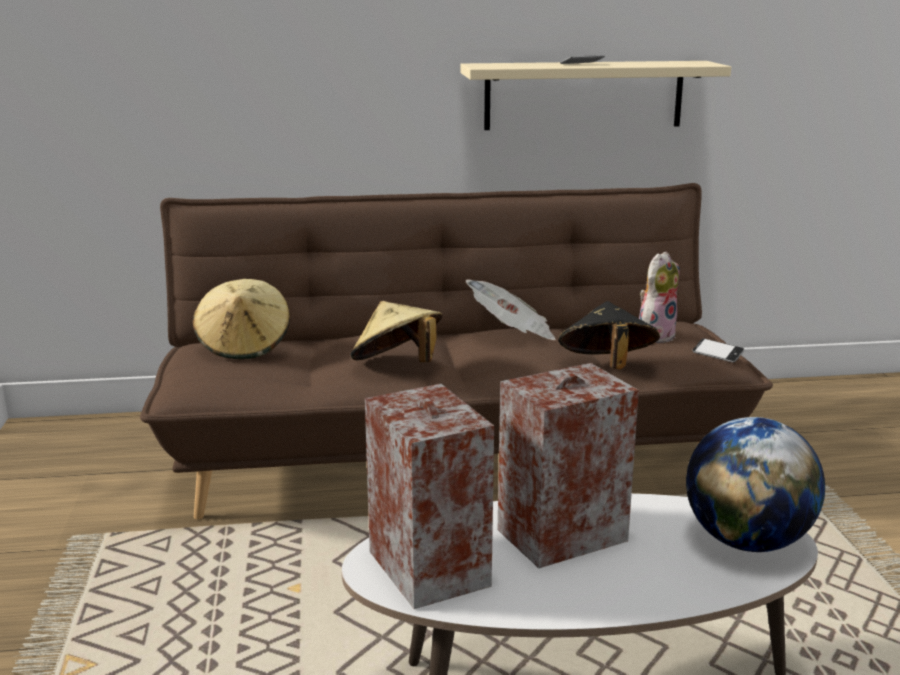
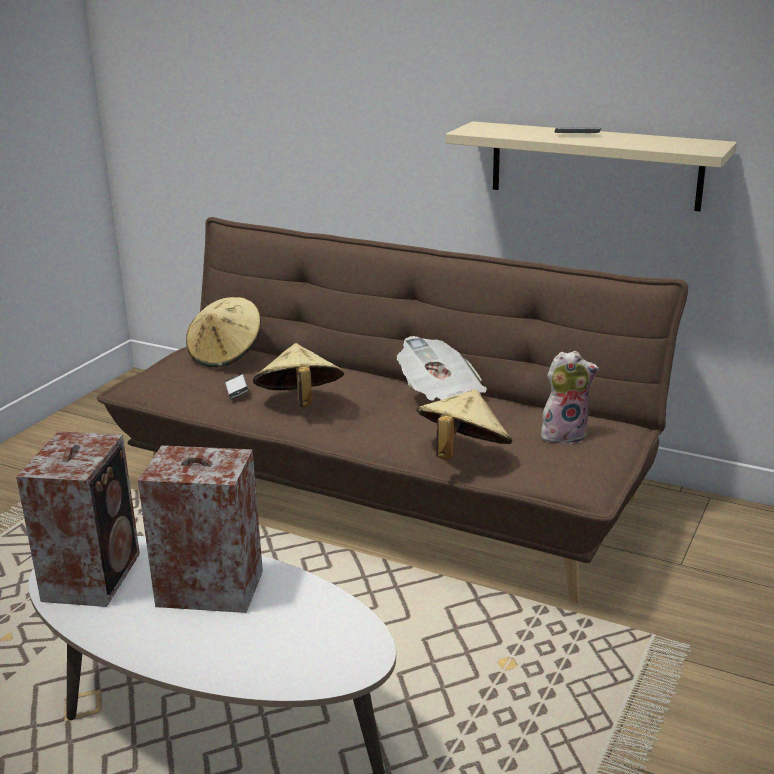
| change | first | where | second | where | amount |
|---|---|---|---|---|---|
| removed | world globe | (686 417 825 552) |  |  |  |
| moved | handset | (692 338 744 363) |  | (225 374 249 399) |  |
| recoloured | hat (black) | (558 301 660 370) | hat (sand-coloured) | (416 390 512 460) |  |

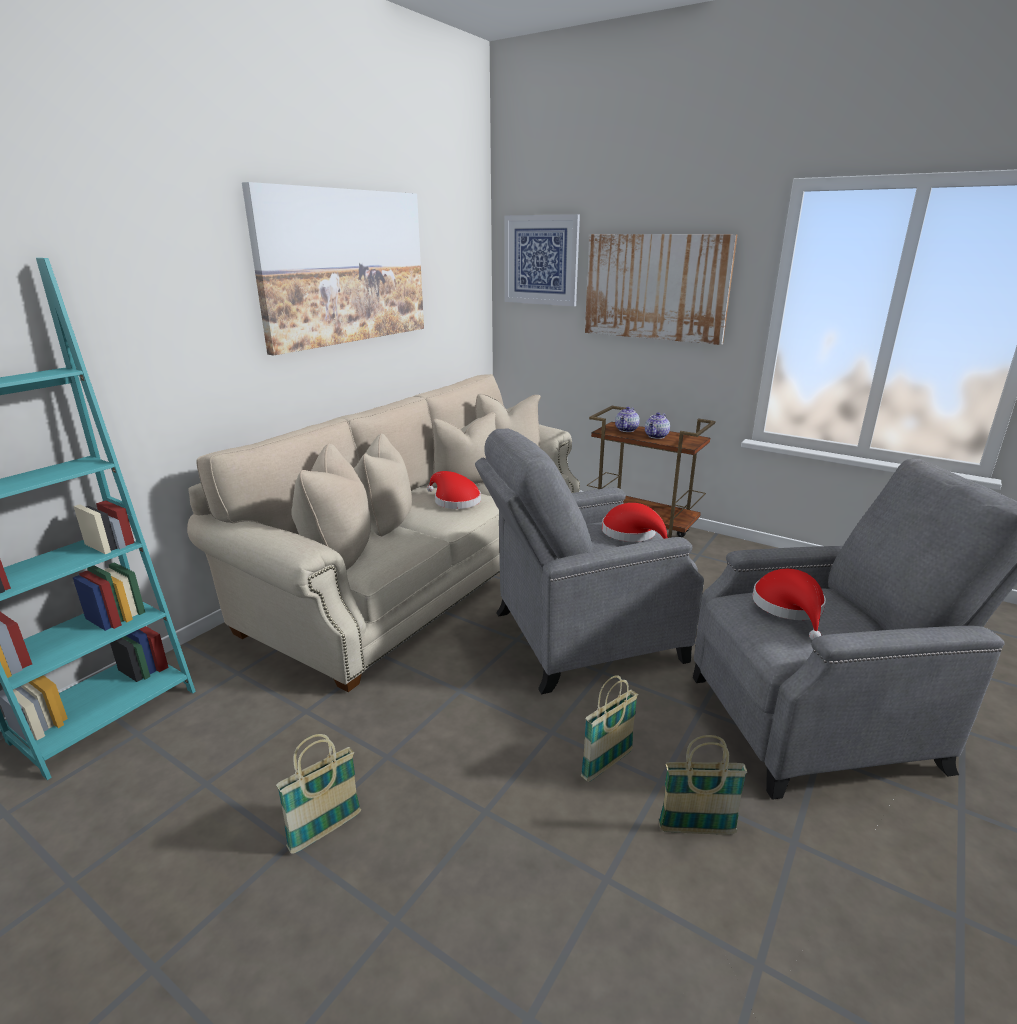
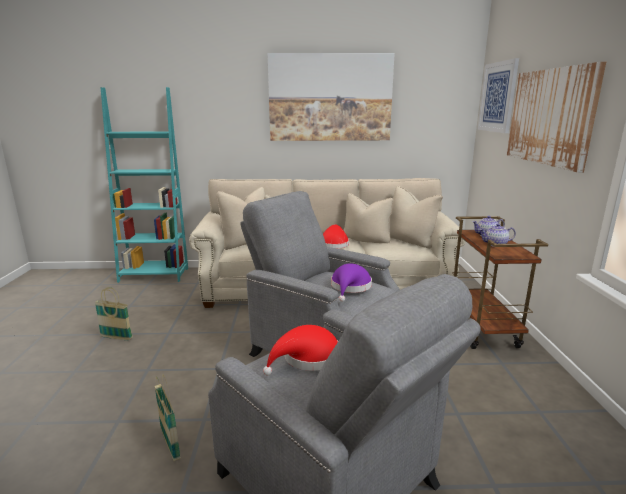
| change | first | where | second | where | amount |
|---|---|---|---|---|---|
| removed | storage basket | (581 675 638 782) |  |  |  |
| recoloured | hat (red-coloured) | (602 503 668 542) | hat (purple) | (331 263 372 302) |  |

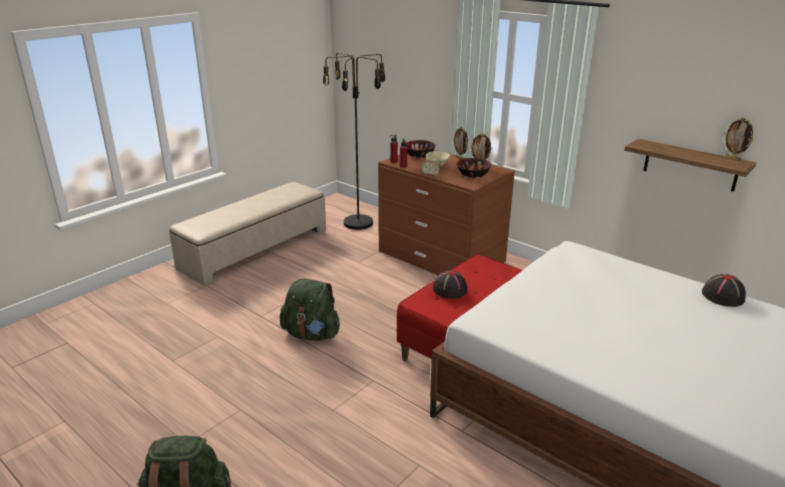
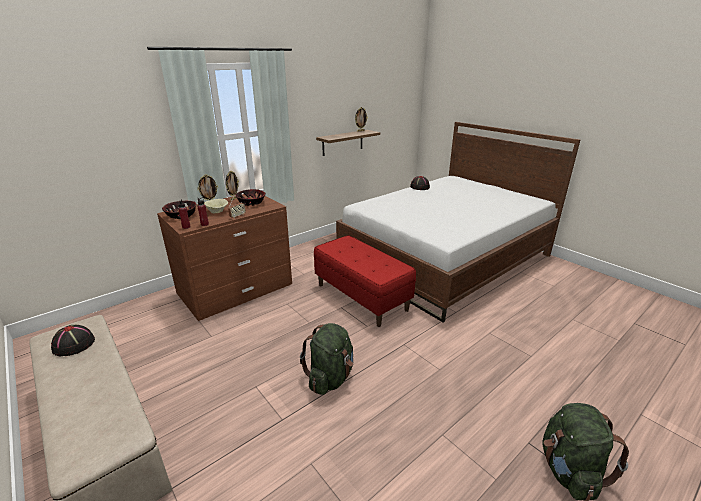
| change | first | where | second | where | amount |
|---|---|---|---|---|---|
| removed | standing lamp | (323 52 385 230) |  |  |  |
| moved | hat (black) | (433 270 468 299) |  | (51 325 95 356) |  |

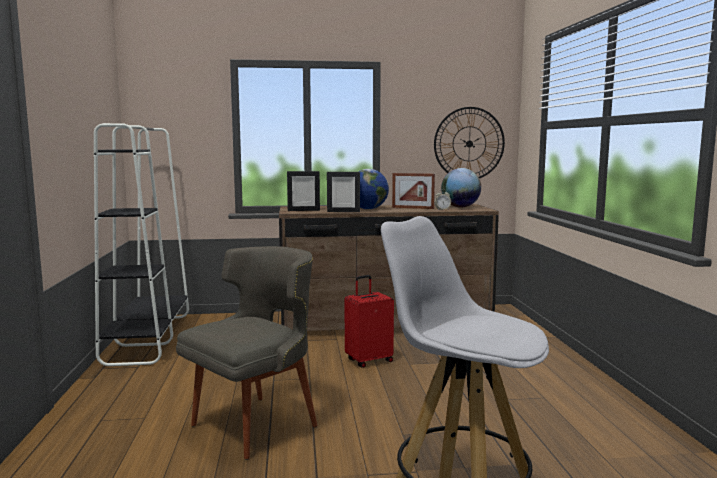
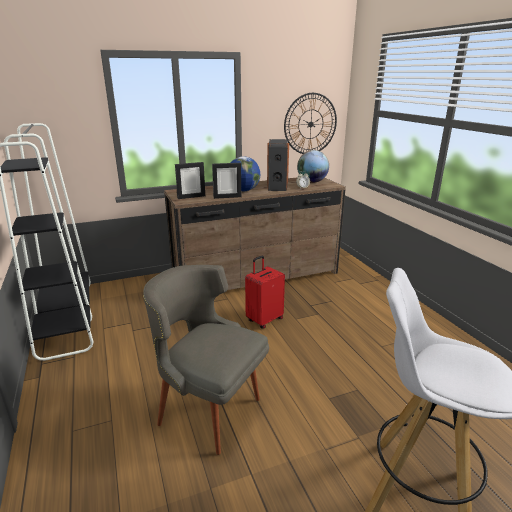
| change | first | where | second | where | amount |
|---|---|---|---|---|---|
| replaced | photo frame | (392 173 435 209) | loudspeaker | (267 139 289 191) |  |
| turned | chair (greyish) | (176 246 317 460) |  | (143 265 269 455) | 90 degrees counterclockwise |

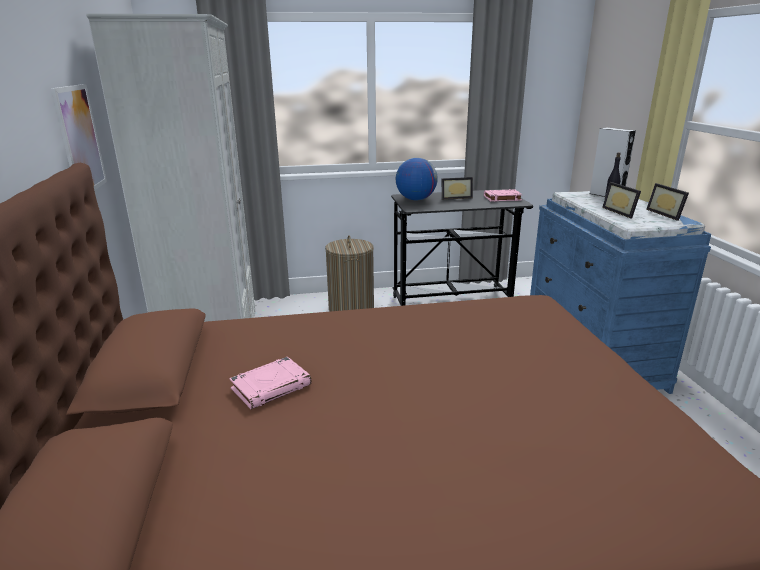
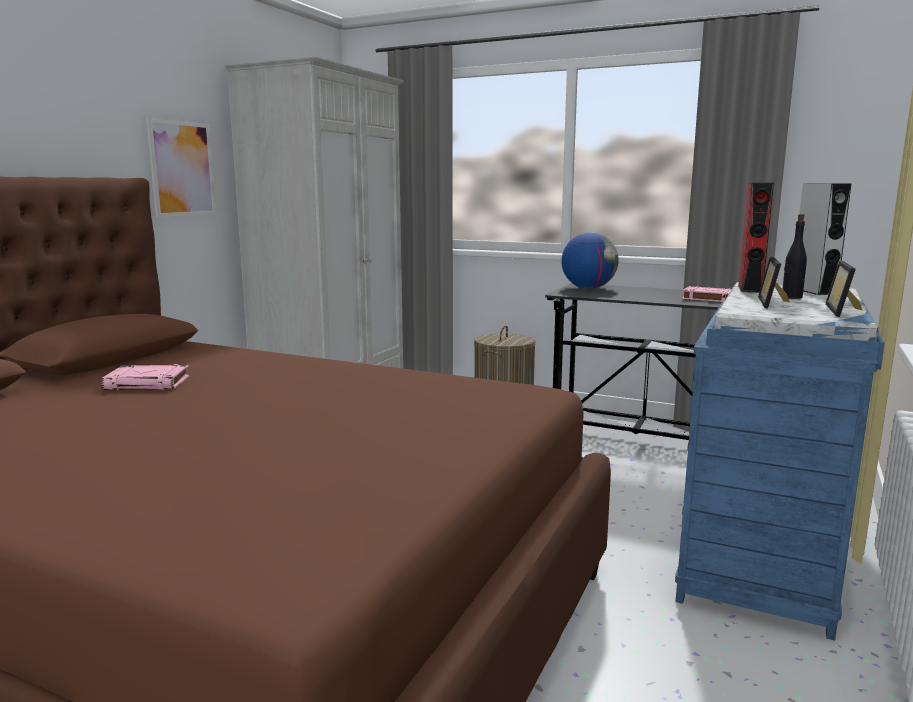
| change | first | where | second | where | amount |
|---|---|---|---|---|---|
| removed | photo frame | (442 177 473 200) |  |  |  |
| added |  |  | loudspeaker (red-coloured) | (738 183 774 293) |  |

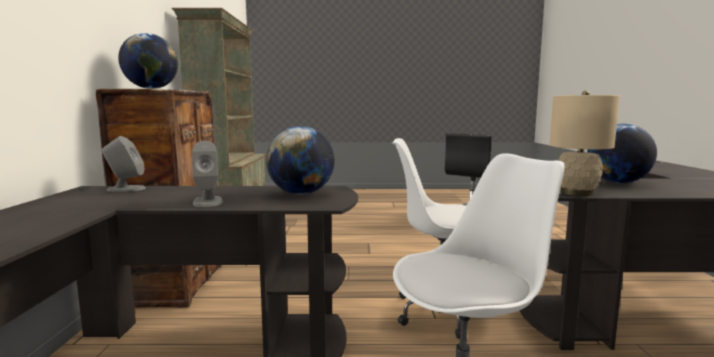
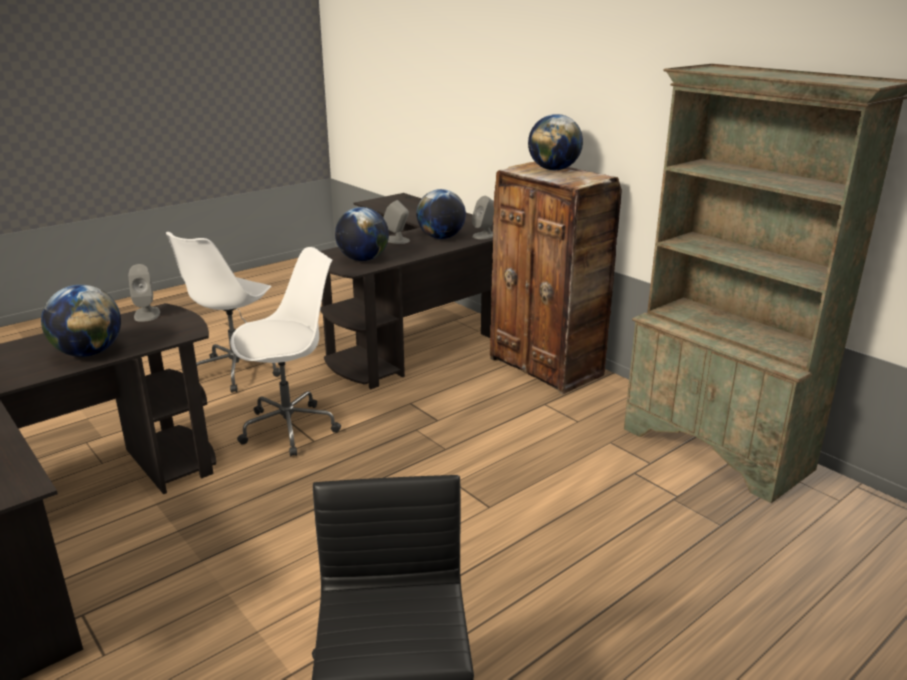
| change | first | where | second | where | amount |
|---|---|---|---|---|---|
| added |  |  | world globe | (417 189 466 239) |  |
| replaced | lamp for a table (sand-coloured) | (549 91 620 196) | loudspeaker (greyish) | (128 264 160 322) |  |

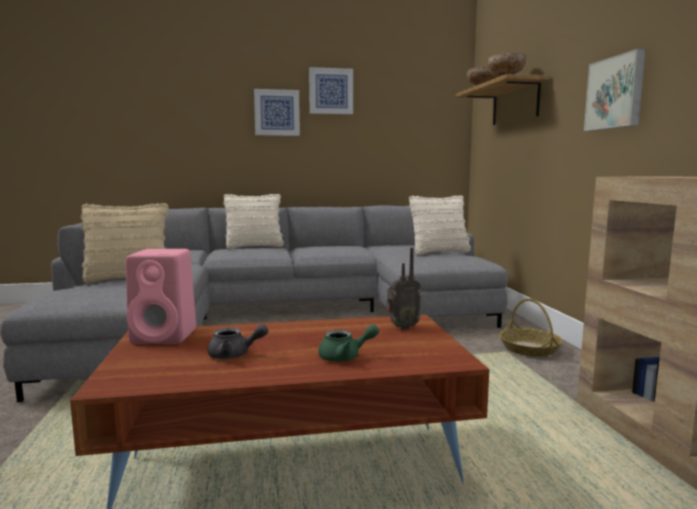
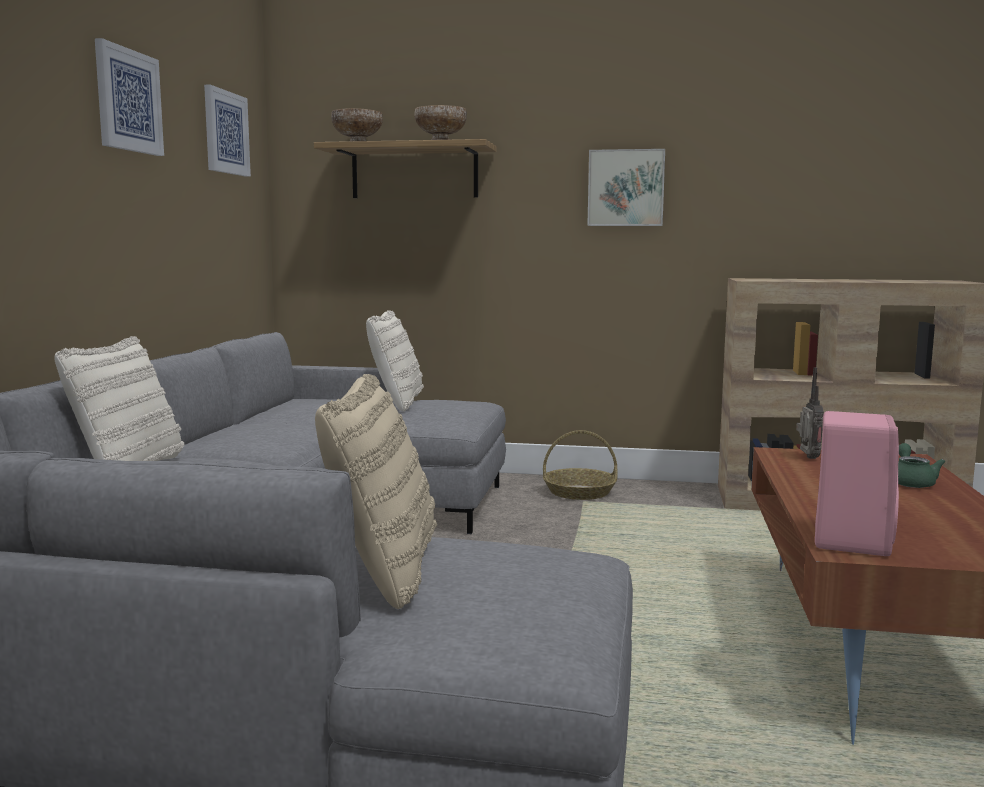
| change | first | where | second | where | amount |
|---|---|---|---|---|---|
| removed | teapot (greyish) | (207 324 268 359) |  |  |  |
| moved | wall picture | (254 89 300 136) |  | (204 84 251 176) |  |

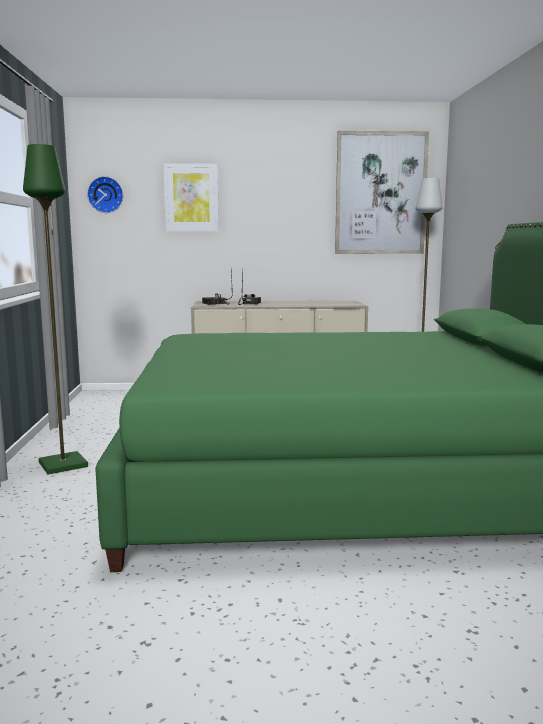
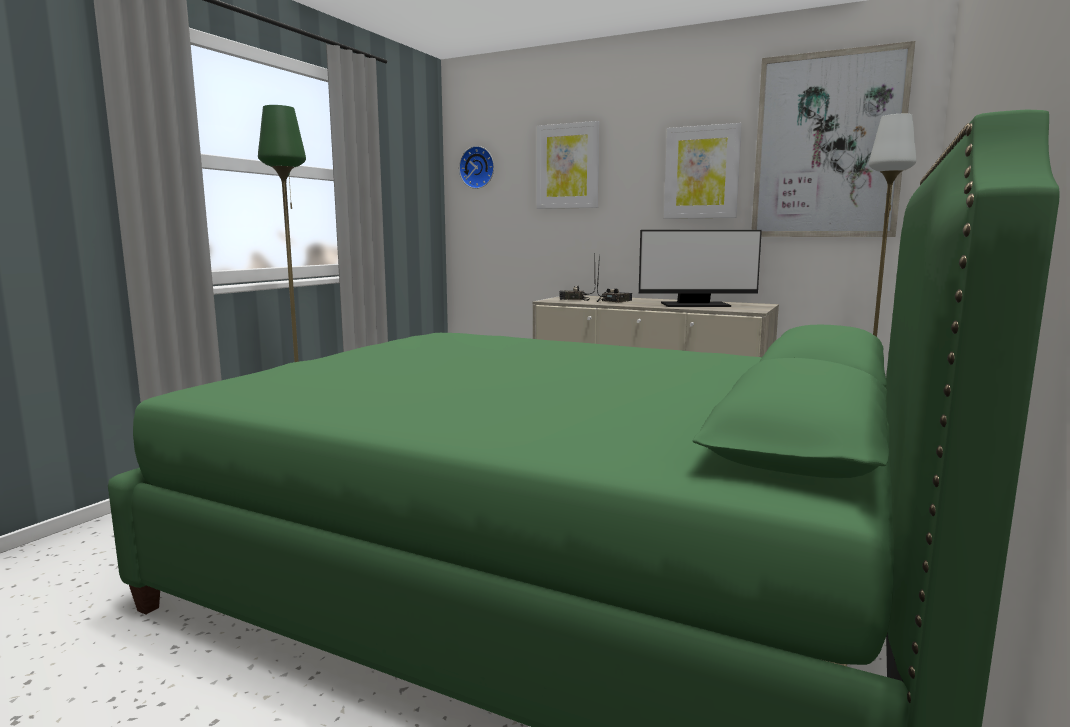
| change | first | where | second | where | amount |
|---|---|---|---|---|---|
| added |  |  | computer display | (639 230 762 307) |  |
| added |  |  | wall picture | (664 123 742 219) |  |

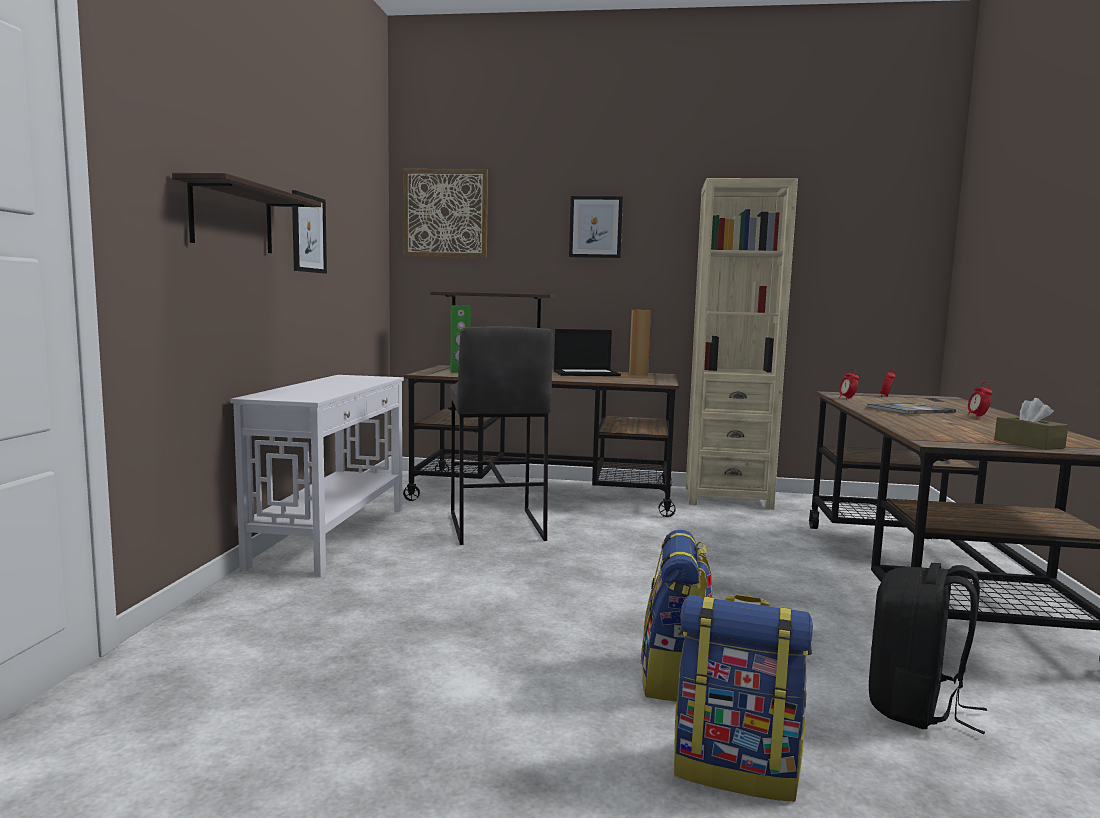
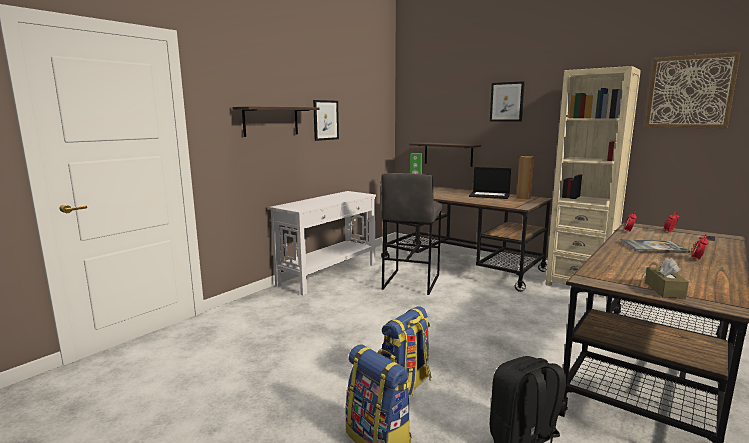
| change | first | where | second | where | amount |
|---|---|---|---|---|---|
| moved | wall picture | (403 167 488 258) |  | (645 52 741 128) |  |

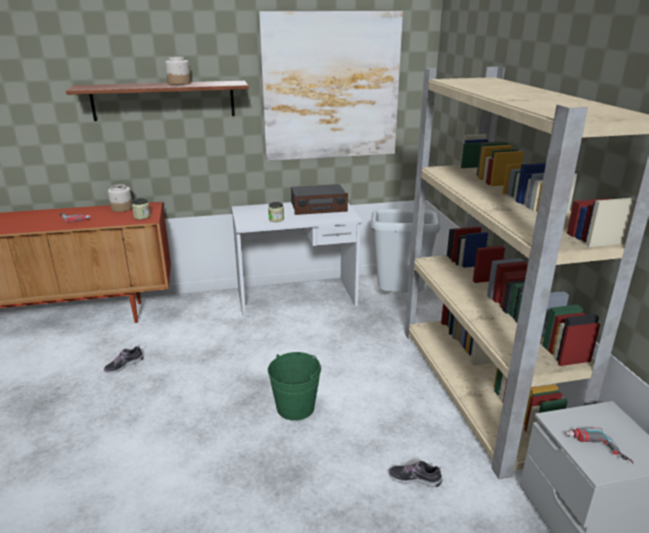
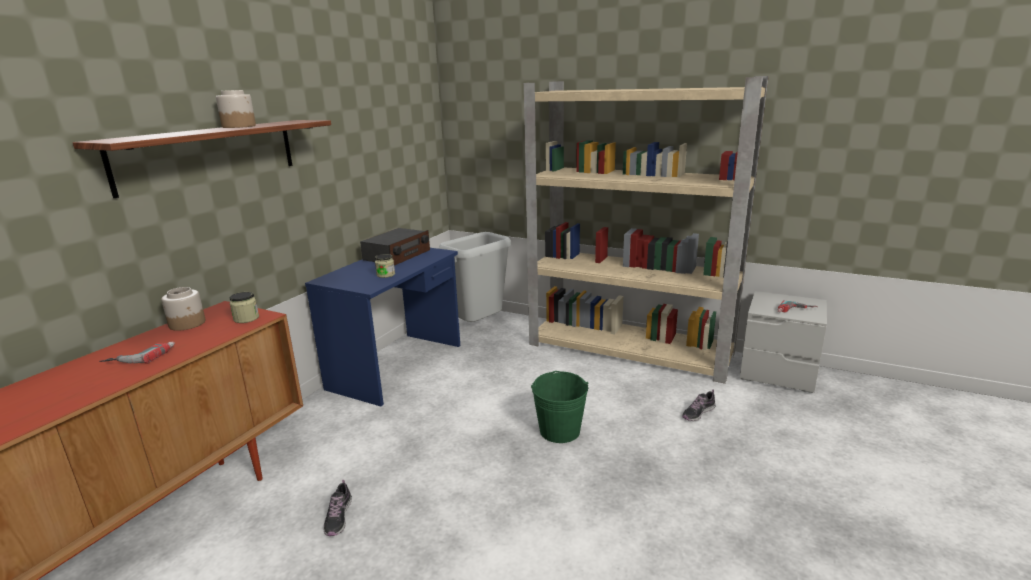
| change | first | where | second | where | amount |
|---|---|---|---|---|---|
| removed | wall picture | (259 11 403 161) |  |  |  |
| recoloured | desk table (whitish) | (232 202 362 319) | desk table (blue) | (305 248 460 406) |  |

